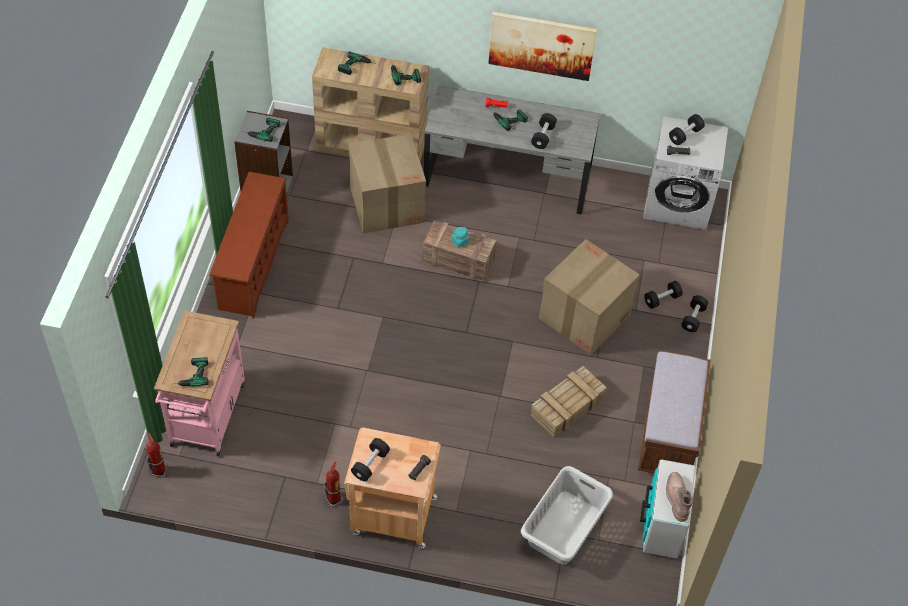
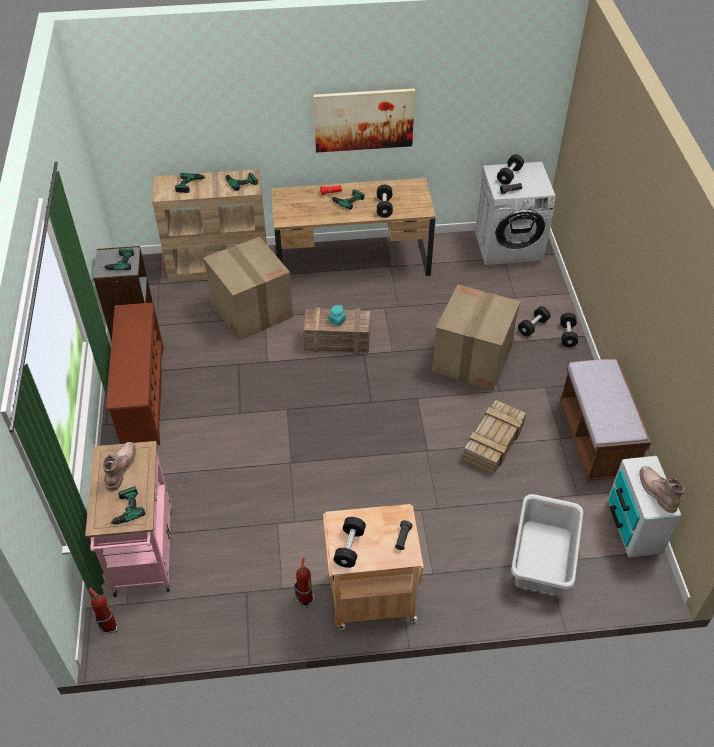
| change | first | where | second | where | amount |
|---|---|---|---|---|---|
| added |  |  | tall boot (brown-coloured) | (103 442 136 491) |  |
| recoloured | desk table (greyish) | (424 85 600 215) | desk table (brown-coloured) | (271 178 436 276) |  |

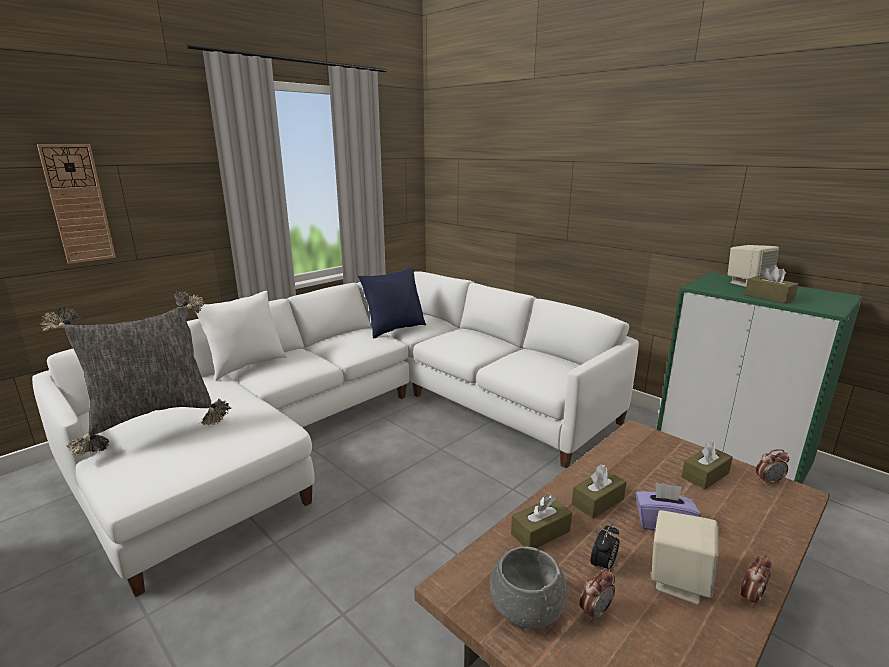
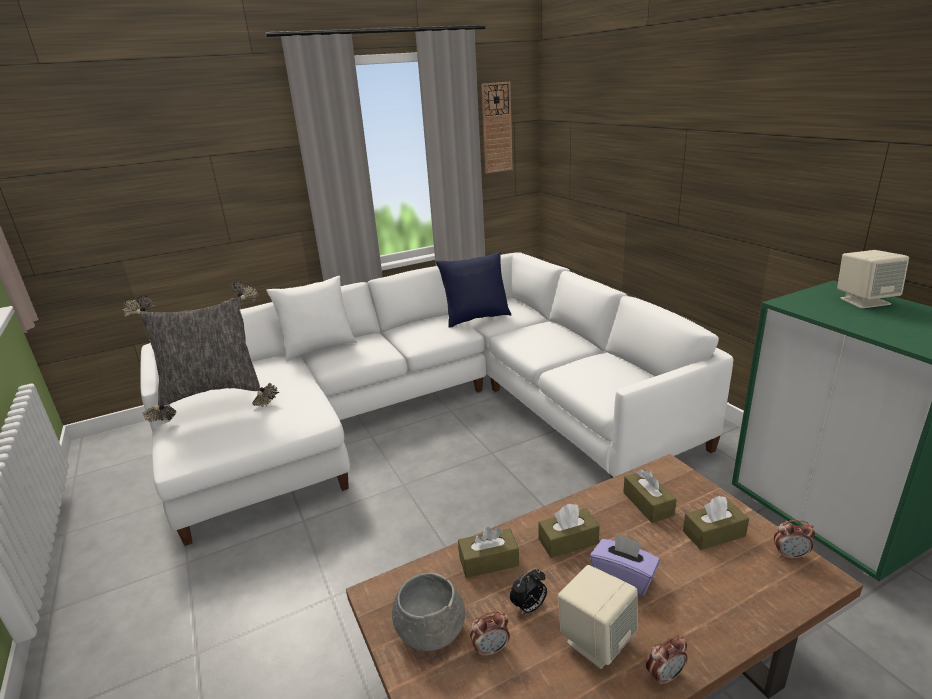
| change | first | where | second | where | amount |
|---|---|---|---|---|---|
| moved | hanging clock | (37 144 116 264) |  | (481 82 513 173) |  |
| moved | tissue box (brown-coloured) | (744 265 798 304) |  | (623 470 677 523) |  |

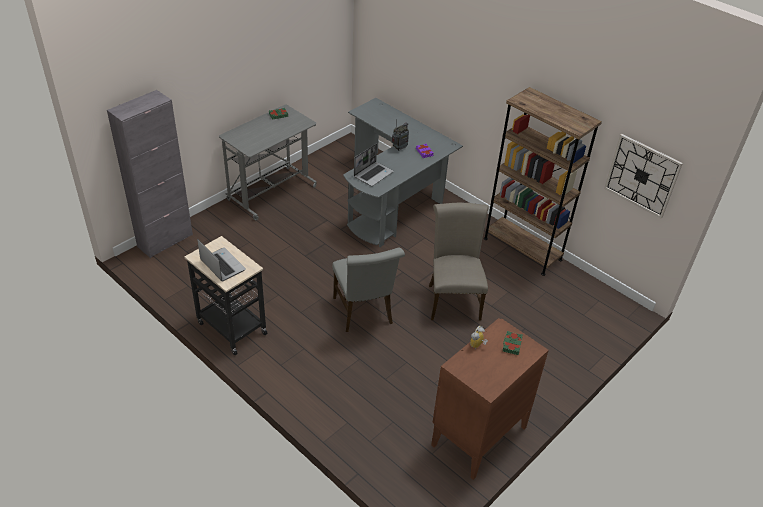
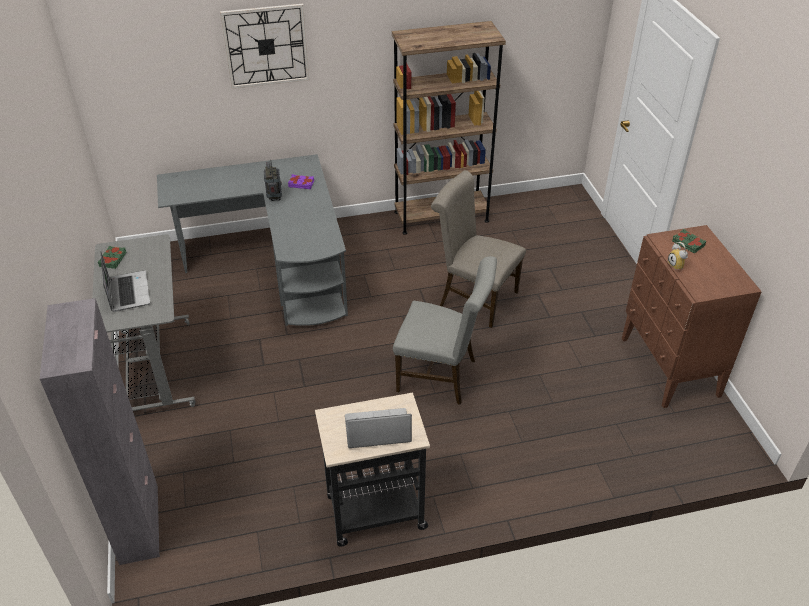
| change | first | where | second | where | amount |
|---|---|---|---|---|---|
| moved | laptop | (354 143 394 186) |  | (100 251 150 312) |  |
| moved | hanging clock | (604 134 683 218) |  | (220 4 309 89) |  |

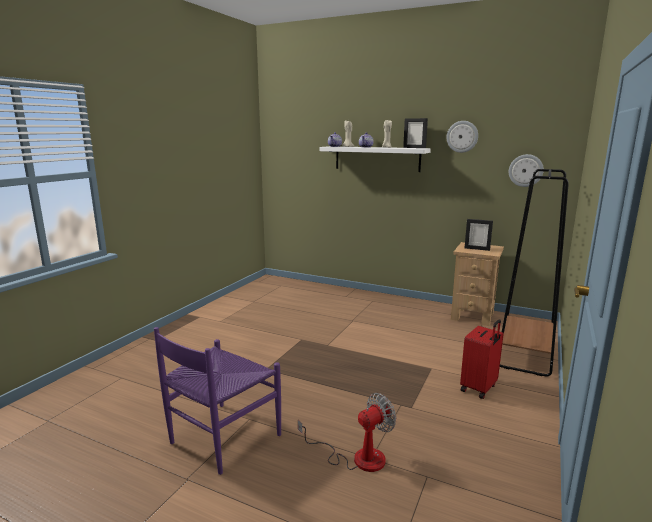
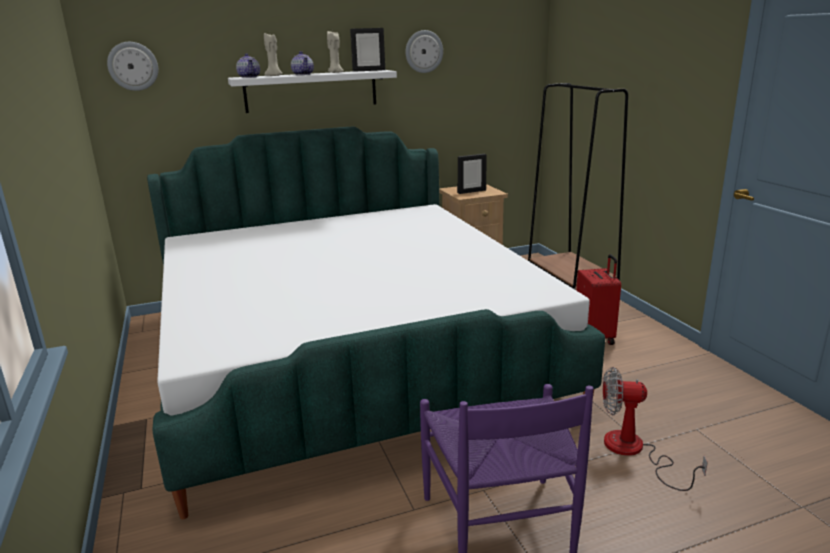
| change | first | where | second | where | amount |
|---|---|---|---|---|---|
| added |  |  | bedroom bed | (147 127 605 519) |  |
| moved | hanging clock | (509 154 544 187) |  | (107 42 158 91) |  |
| turned | fan | (298 393 397 472) |  | (603 367 708 491) | 90 degrees counterclockwise |

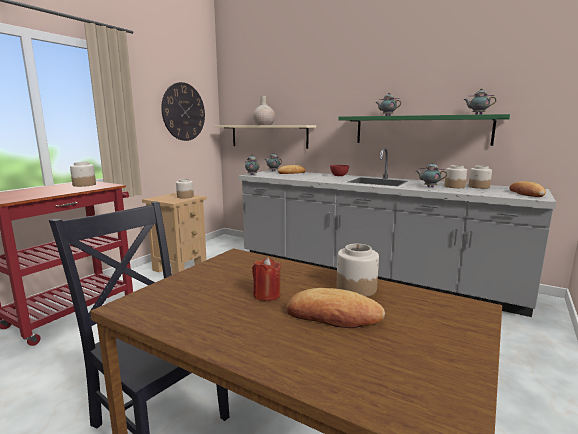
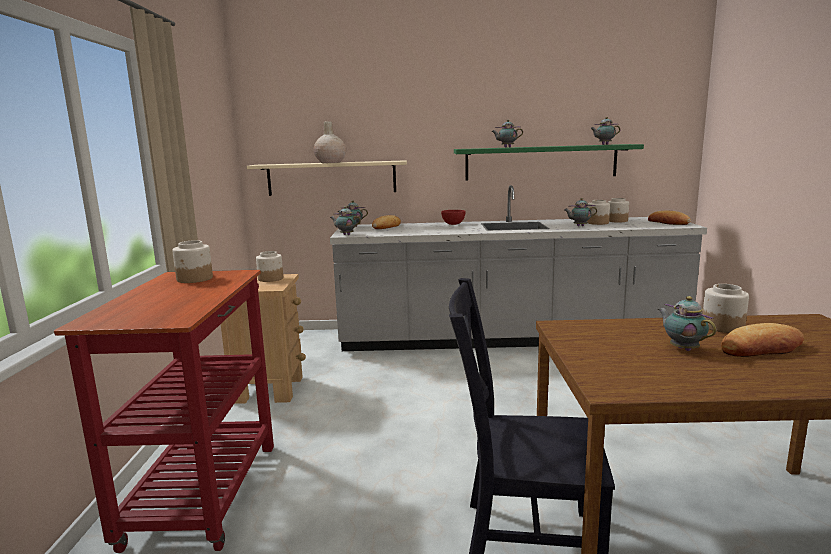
| change | first | where | second | where | amount |
|---|---|---|---|---|---|
| removed | hanging clock | (161 82 205 141) |  |  |  |
| replaced | wax candle (red-coloured) | (252 257 281 301) | teapot | (658 296 716 351) |  |

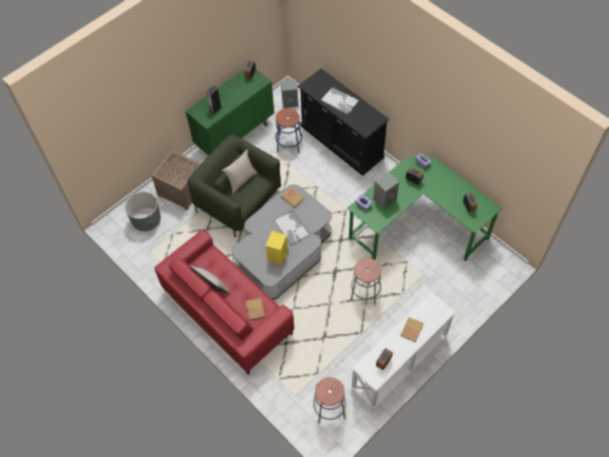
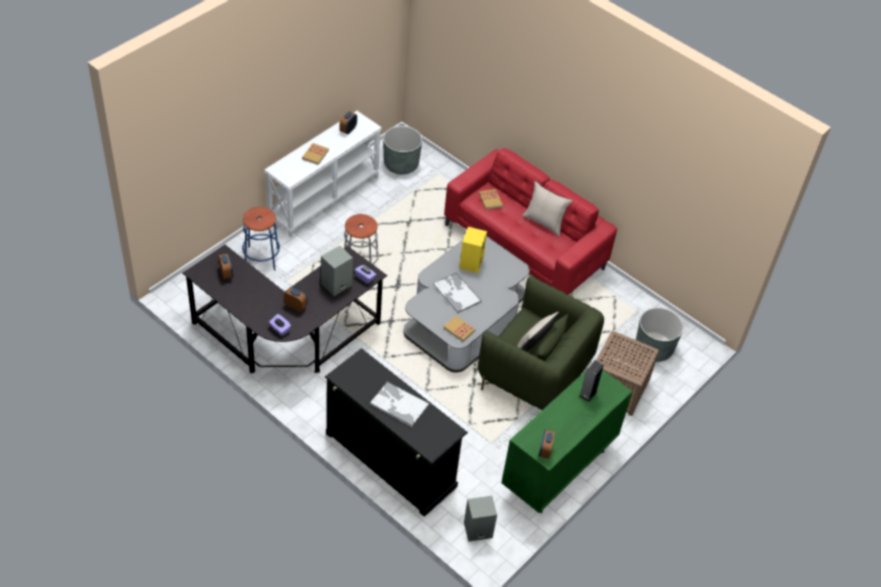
| change | first | where | second | where | amount |
|---|---|---|---|---|---|
| moved | stool seat (blue) | (275 108 302 153) |  | (242 207 280 271) |  |
| replaced | stool seat (greyish) | (313 377 346 423) | flower pot (greyish) | (383 126 422 174) |  |
| recoloured | desk table (green-coloured) | (347 155 502 261) | desk table (black) | (182 245 387 374) |  |

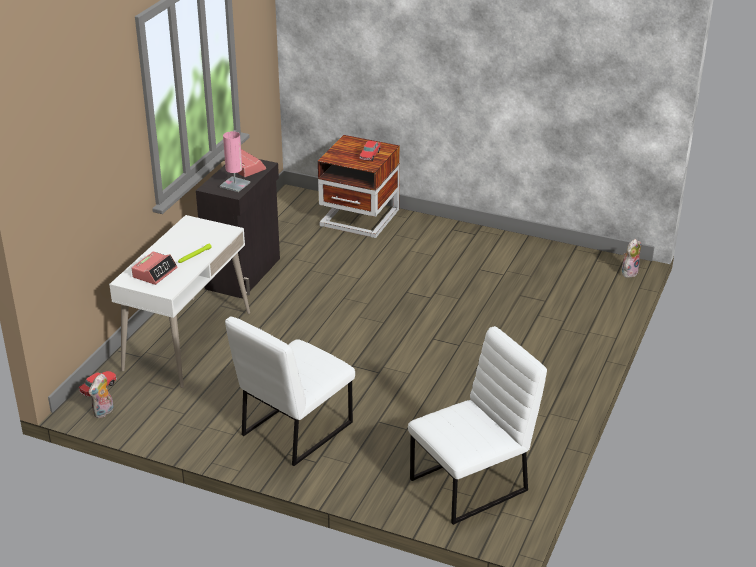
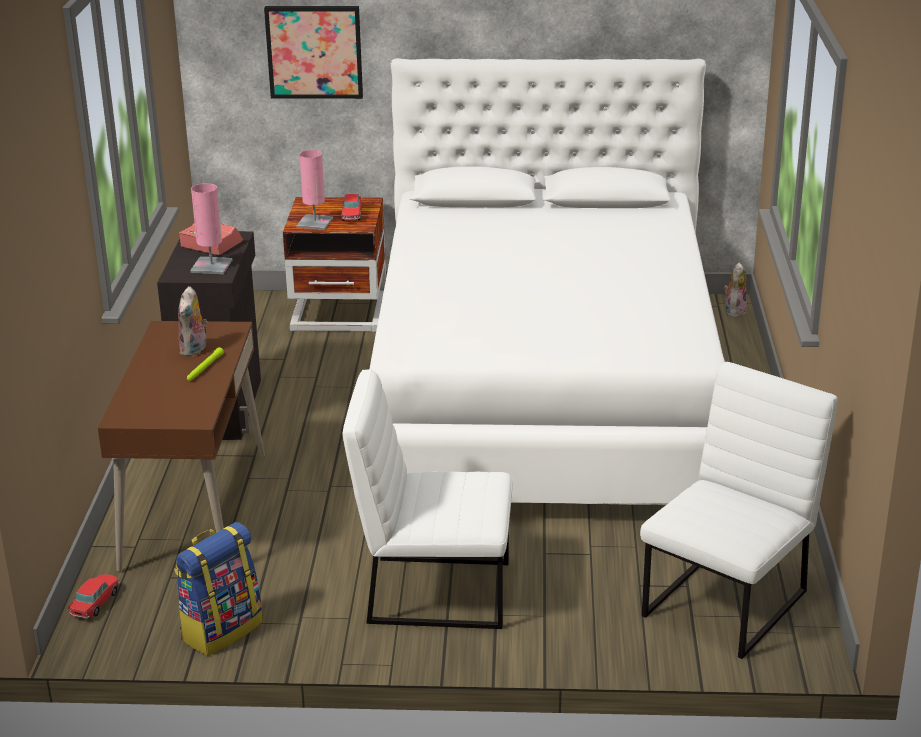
| change | first | where | second | where | amount |
|---|---|---|---|---|---|
| removed | alarm clock | (132 252 178 285) |  |  |  |
| added |  |  | rucksack | (174 522 263 656) |  |
| added |  |  | wall picture | (264 6 363 99) |  |
| added |  |  | lamp for a table (pinkish) | (297 150 333 230) |  |
| added |  |  | bedroom bed (whitish) | (369 58 725 505) |  |
| moved | plush toy | (89 374 114 418) |  | (178 286 208 357) |  |
| recoloured | desk table (whitish) | (109 215 250 388) | desk table (brown-coloured) | (98 321 265 572) |  |
| turned | chair (whitish) | (225 317 355 466) |  | (342 369 513 629) | 75 degrees clockwise |

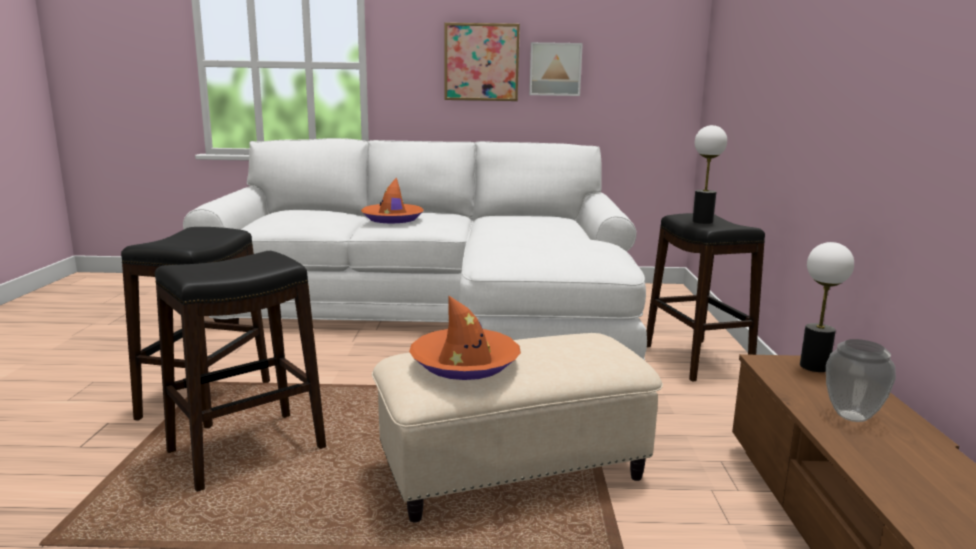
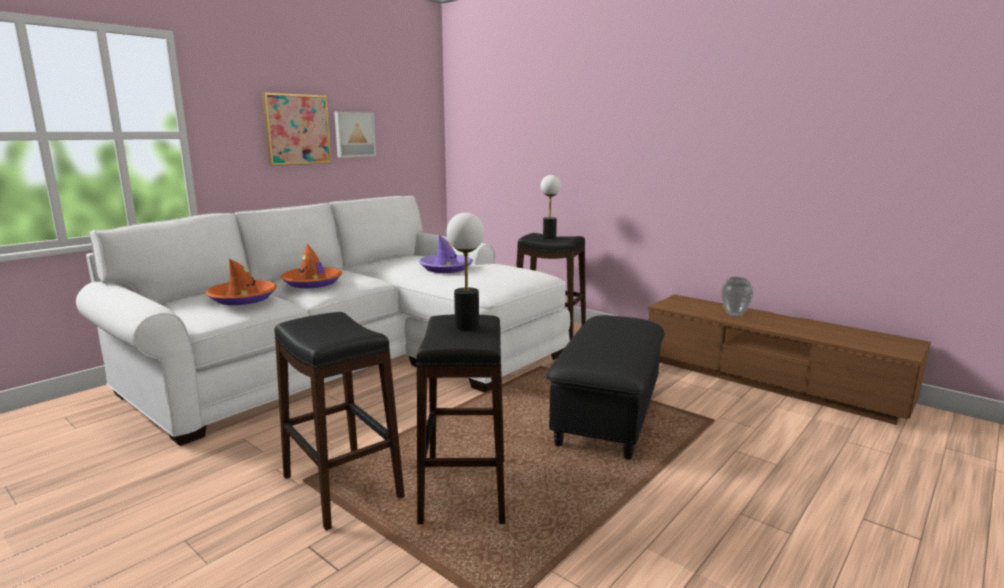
| change | first | where | second | where | amount |
|---|---|---|---|---|---|
| added |  |  | hat (purple) | (419 235 473 273) |  |
| moved | hat (orange-coloured) | (409 295 521 380) |  | (205 258 278 305) |  |
| moved | lamp for a table | (800 242 854 372) |  | (447 213 484 330) |  |
| recoloured | pouffe (sand-coloured) | (372 333 663 522) | pouffe (black) | (547 315 665 459) |  |

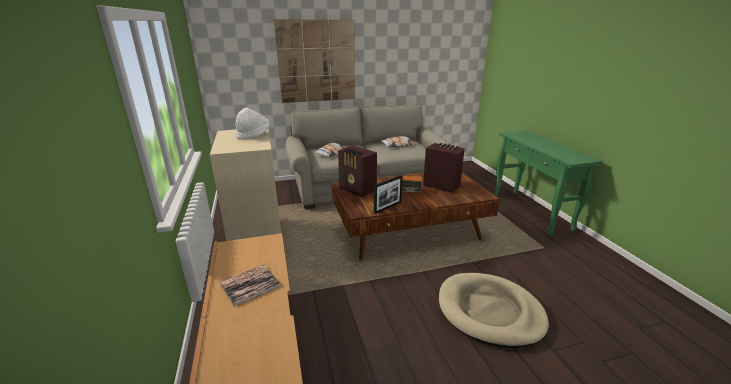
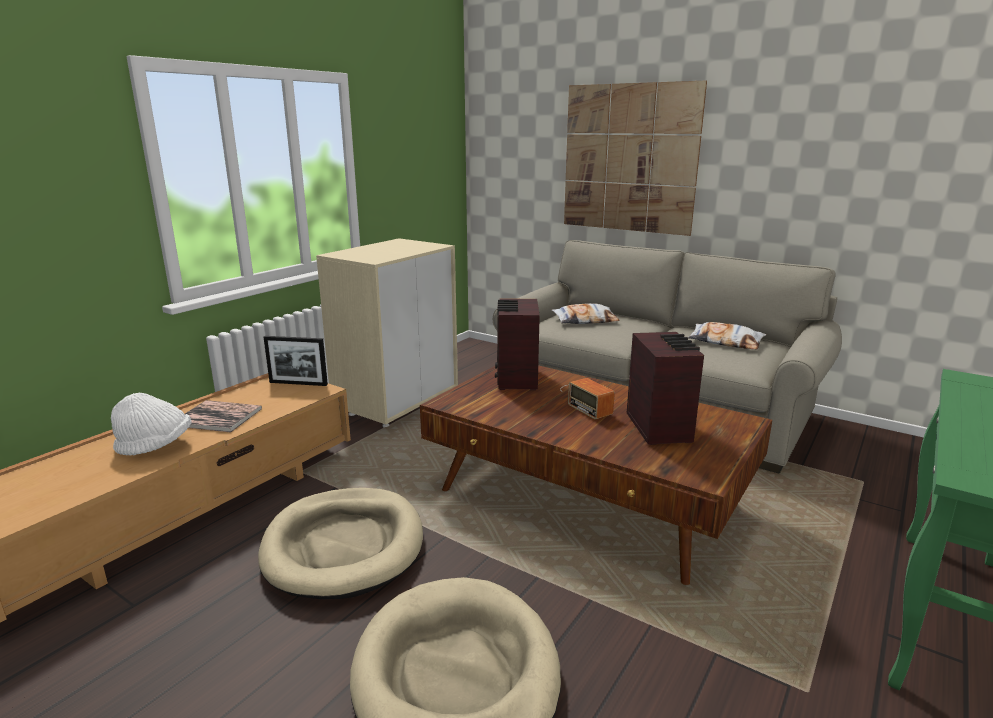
| change | first | where | second | where | amount |
|---|---|---|---|---|---|
| added |  |  | dog cushion (sand-coloured) | (258 488 423 599) |  |
| moved | hat (whitish) | (236 108 269 140) |  | (111 393 192 455) |  |
| moved | photo frame | (374 175 402 214) |  | (264 336 328 386) |  |

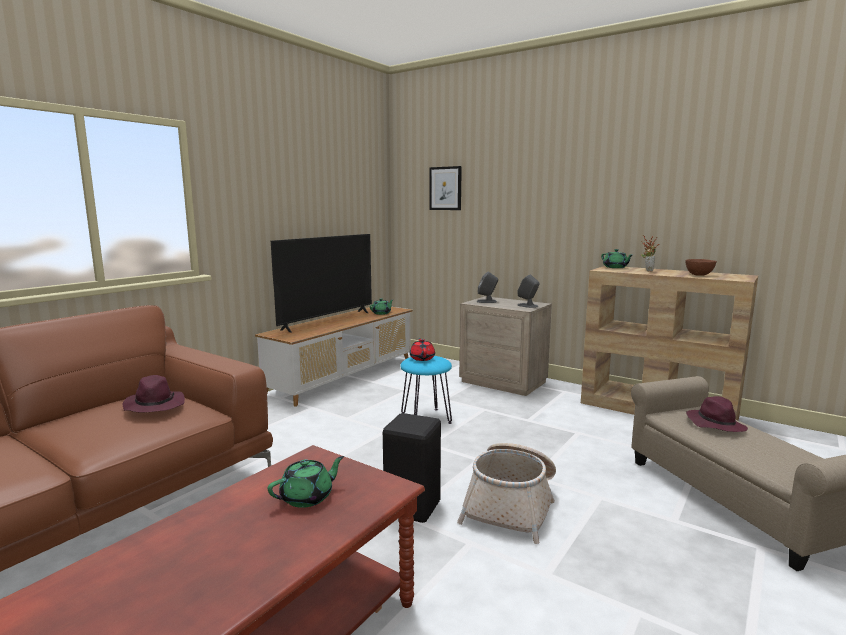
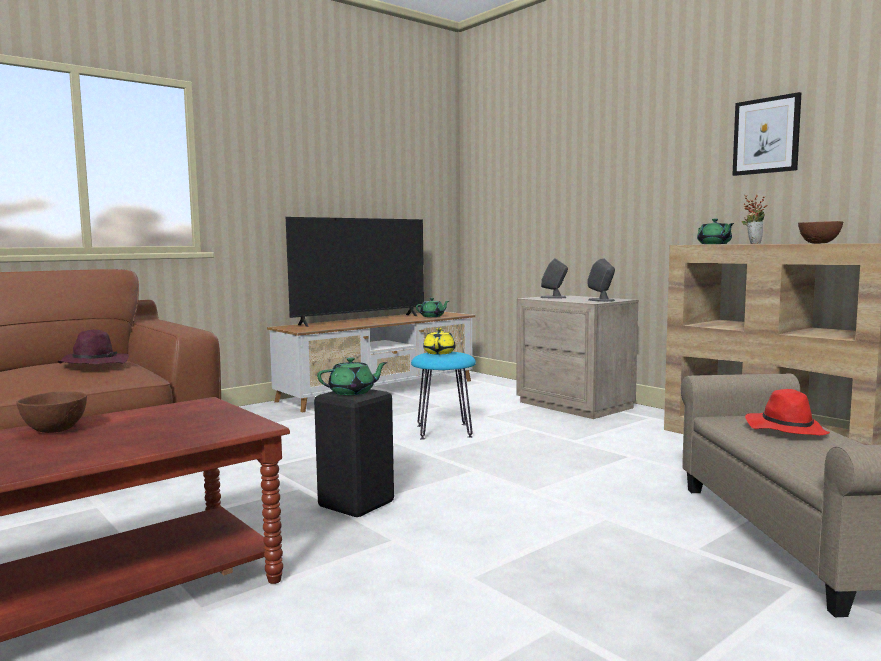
| change | first | where | second | where | amount |
|---|---|---|---|---|---|
| removed | storage basket | (457 443 556 544) |  |  |  |
| added |  |  | deep dish (brown-coloured) | (16 391 87 433) |  |
| moved | teapot (green-coloured) | (268 456 344 508) |  | (317 357 388 395) |  |
| moved | wall picture | (429 166 462 210) |  | (732 92 801 176) |  |
| recoloured | teapot (red-coloured) | (410 338 435 361) | teapot (yellow-coloured) | (423 328 455 355) |  |
| recoloured | hat (purple) | (686 396 748 432) | hat (red-coloured) | (745 389 830 435) |  |

